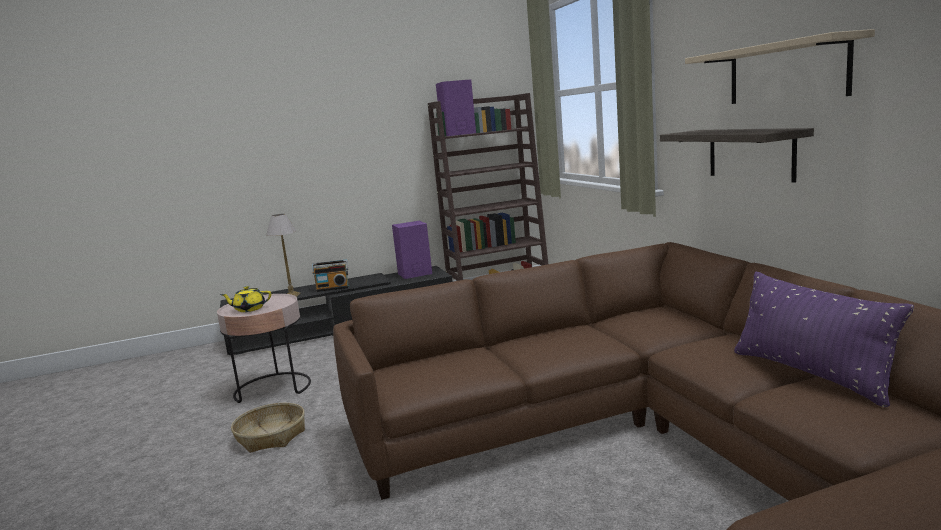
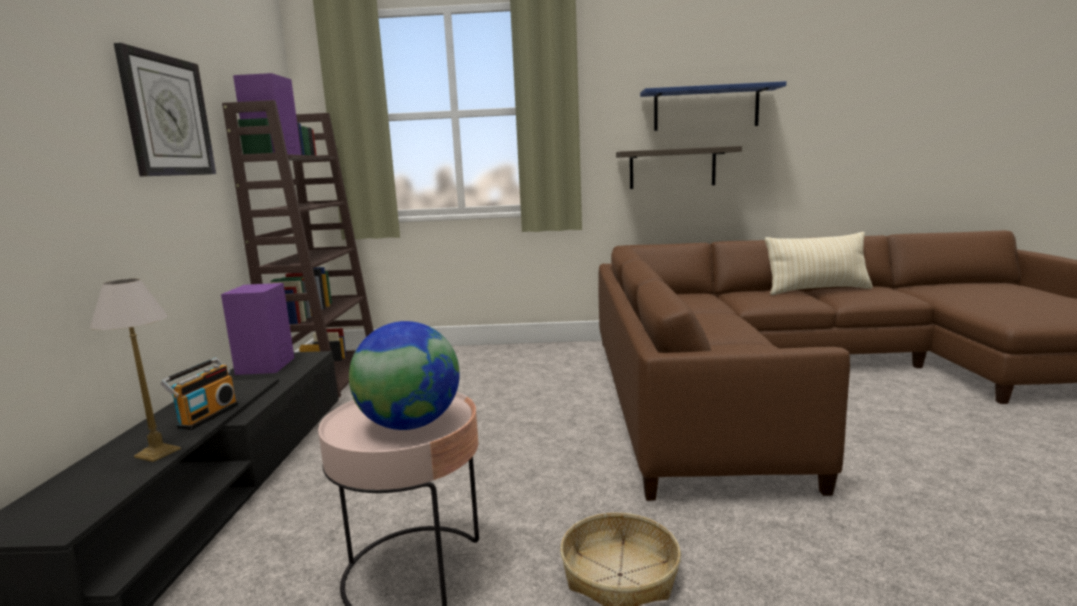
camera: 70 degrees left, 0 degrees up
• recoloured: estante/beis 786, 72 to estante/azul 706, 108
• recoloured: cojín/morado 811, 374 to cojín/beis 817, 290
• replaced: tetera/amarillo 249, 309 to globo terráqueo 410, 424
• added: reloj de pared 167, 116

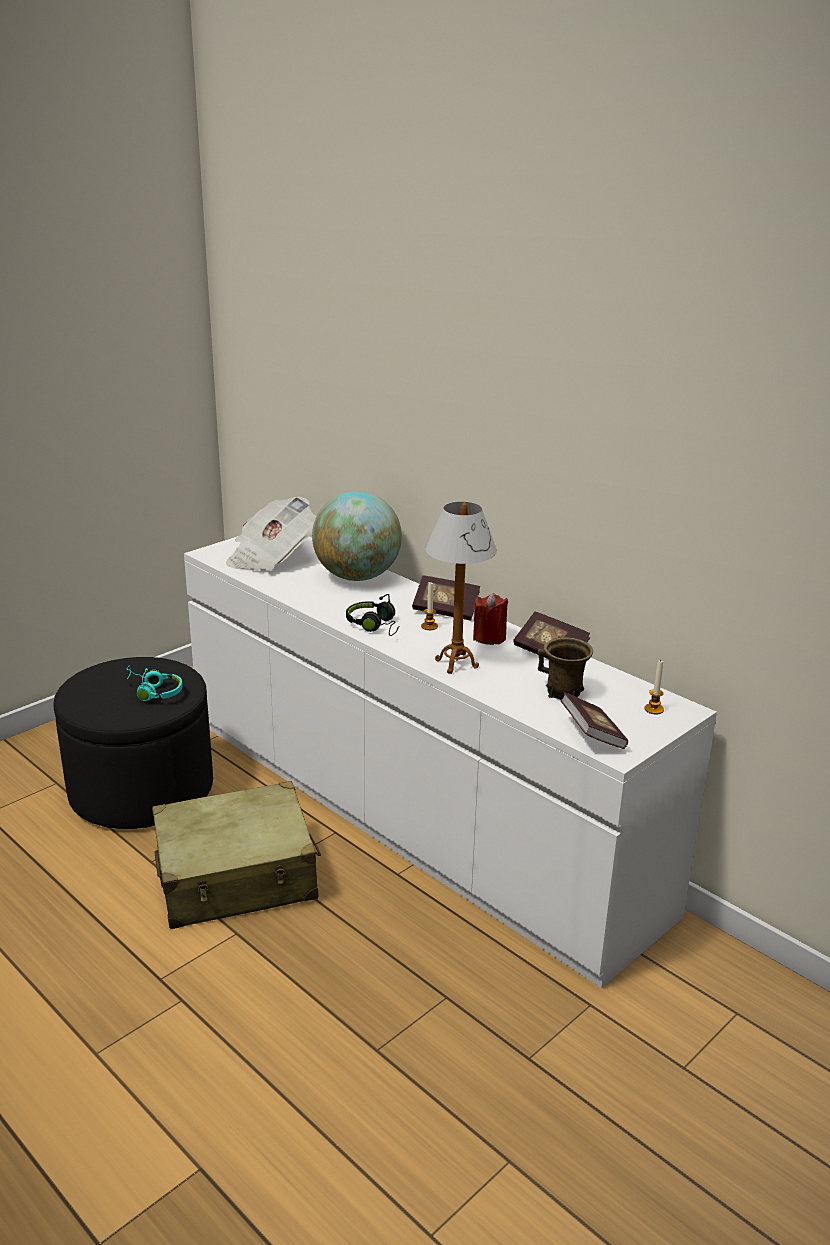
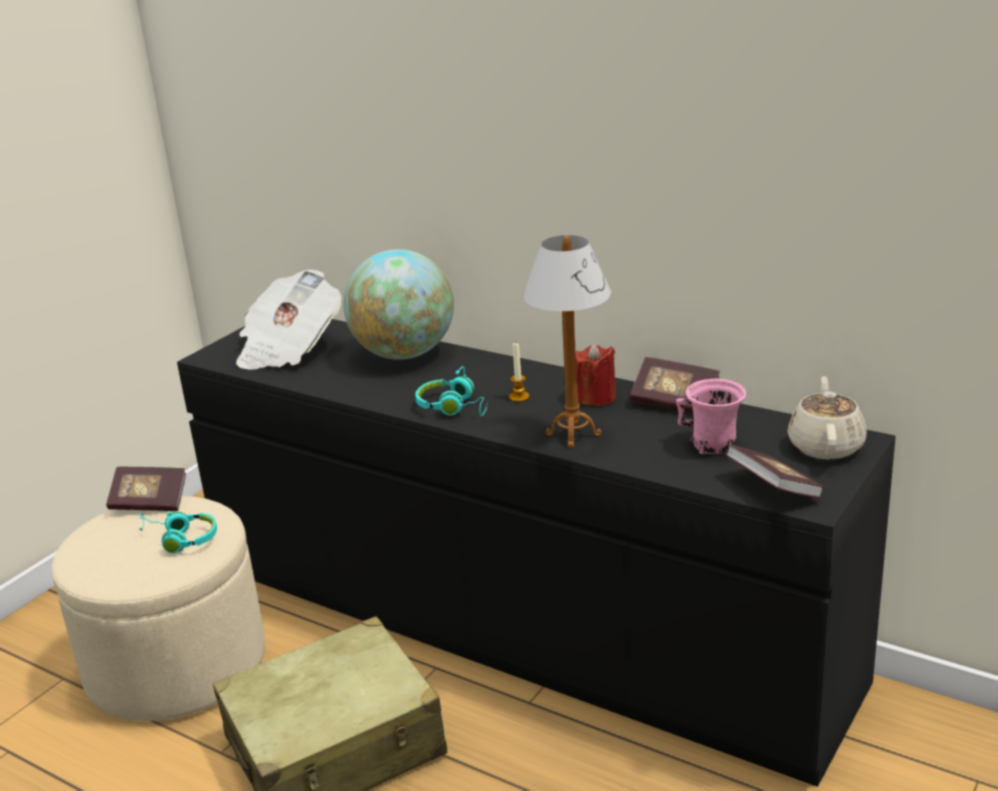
camera: 10 degrees left, 0 degrees up
• recoloured: cómoda/blanco 412, 810 to cómoda/negro 516, 622
• moved: libro 445, 610 to 149, 503
• recoloured: auriculares/negro 375, 626 to auriculares/turquesa 454, 407
• recoloured: taza grande/marrón 563, 692 to taza grande/rosa 714, 445
• recoloured: puf/negro 141, 789 to puf/beis 176, 664
• replaced: vela 654, 709 to tetera/beis 826, 446

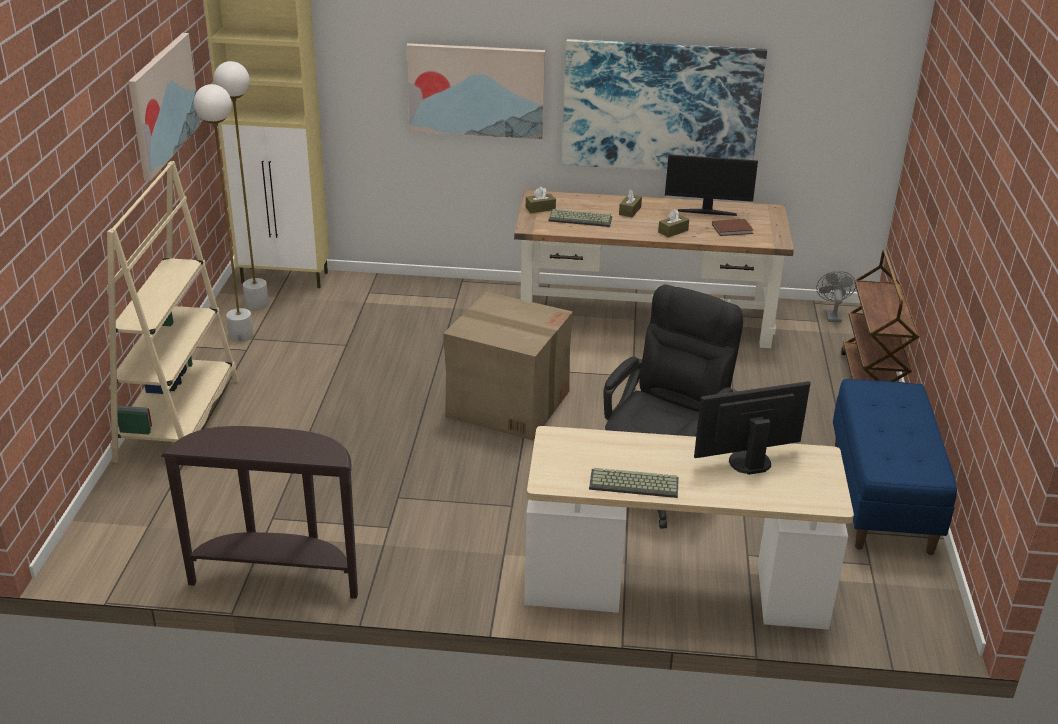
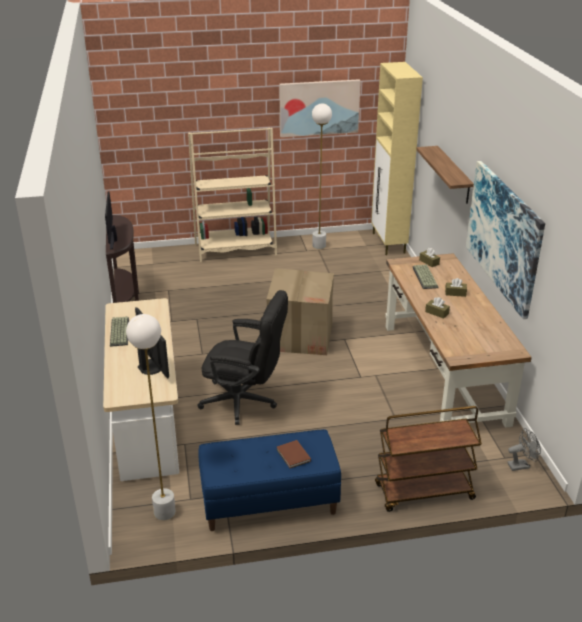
camera: 75 degrees right, 0 degrees up
• replaced: cuadro 476, 90 to estante 453, 175
• moved: lámpara de pie/blanco 257, 304 to 164, 512
• moved: monitor 707, 212 to 113, 240
• moved: libro/marrón 733, 229 to 293, 456

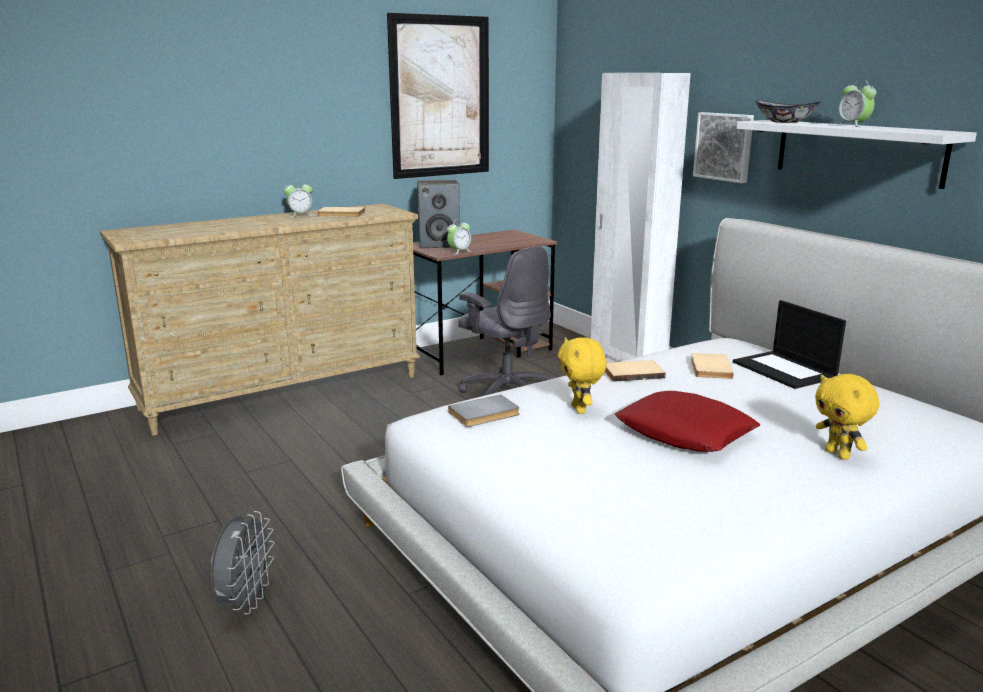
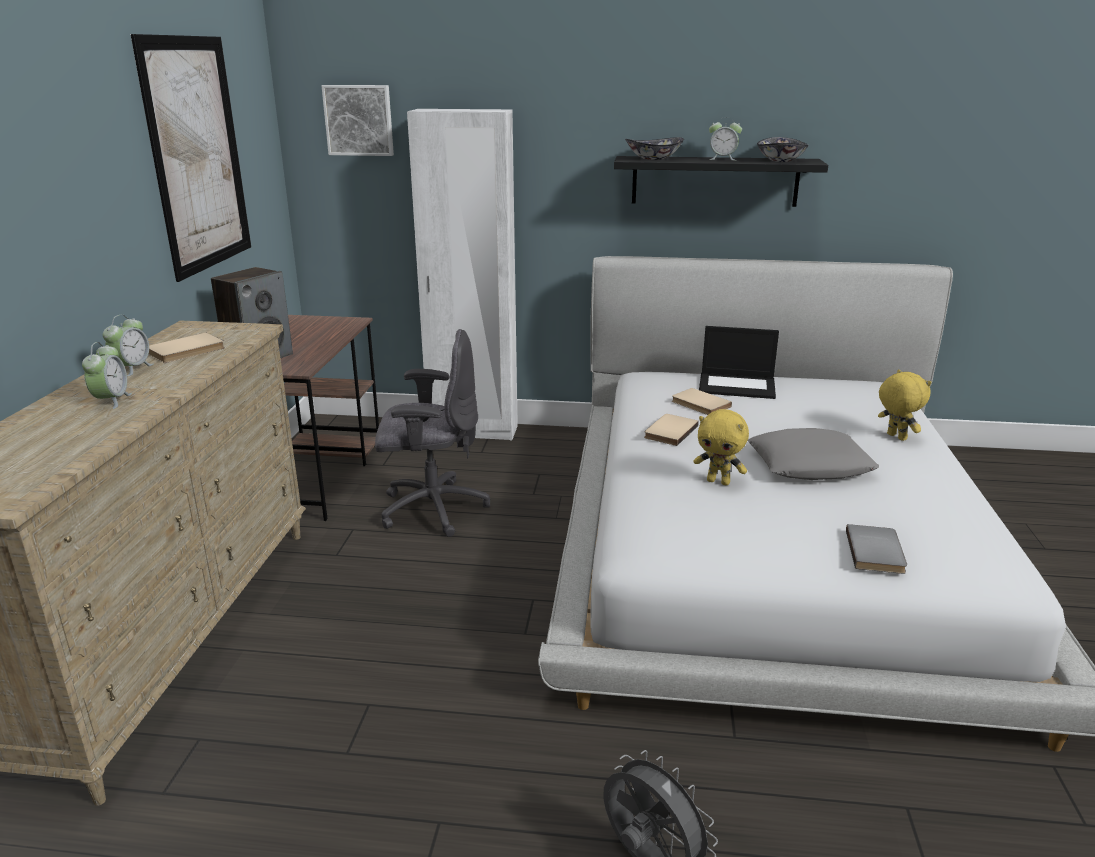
camera: 50 degrees left, 5 degrees up
• moved: cuadro 724, 146 to 359, 120
• recoloured: estante/blanco 857, 152 to estante/negro 714, 181
• moved: despertador 459, 251 to 111, 401
• turned: peluche/amarillo 838, 454 = 895, 437 135 degrees counterclockwise
• recoloured: cojín/rojo 685, 432 to cojín/gris 810, 464
• moved: libro/gris 485, 414 to 877, 552
• added: cuenco 781, 160

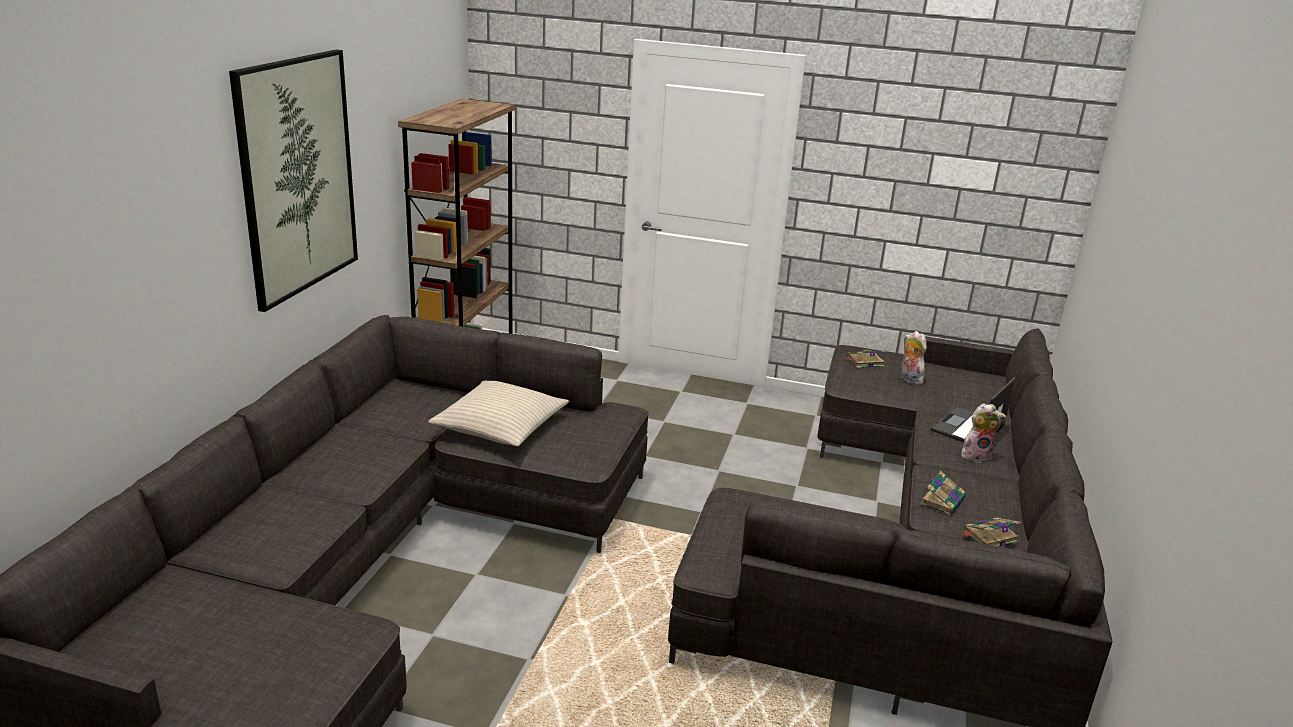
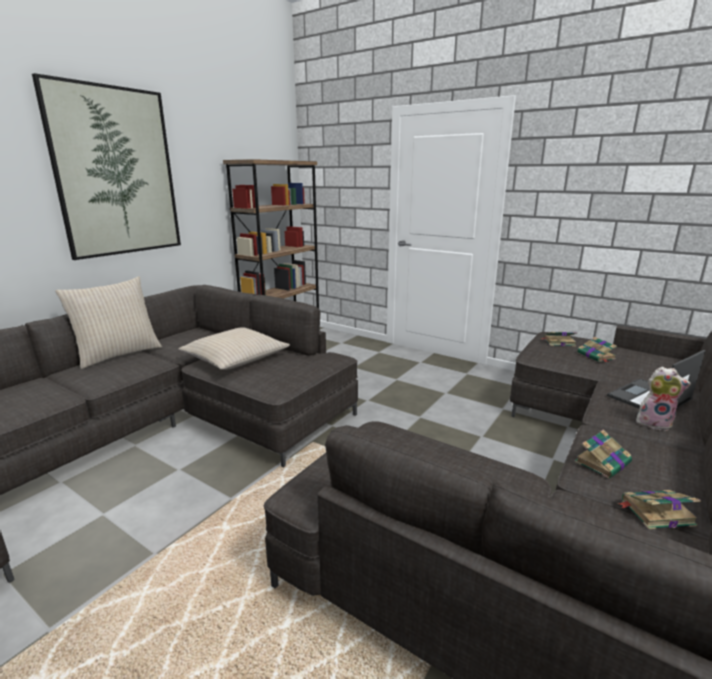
camera: 20 degrees right, 5 degrees down
• replaced: peluche 908, 379 to libro 596, 356
• added: cojín/beis 118, 354

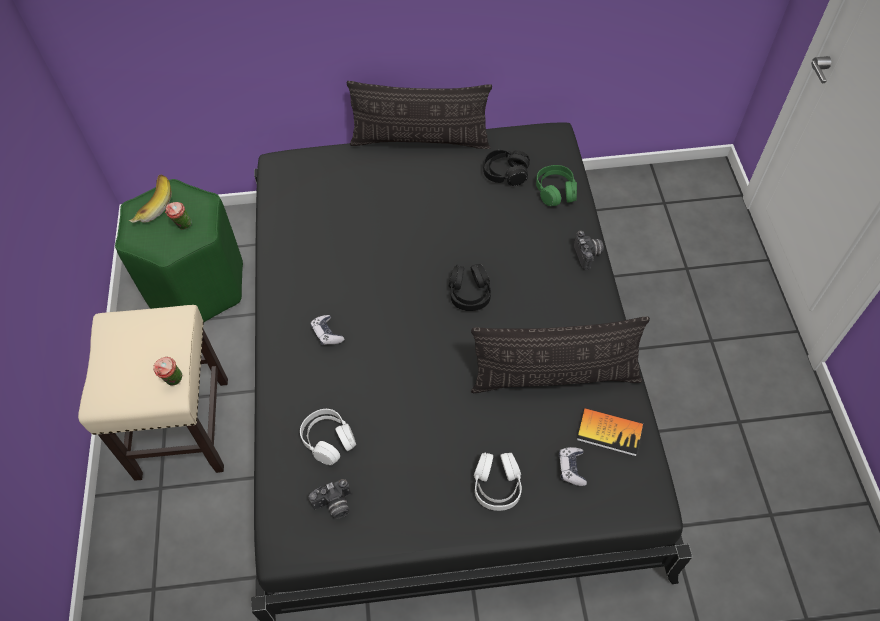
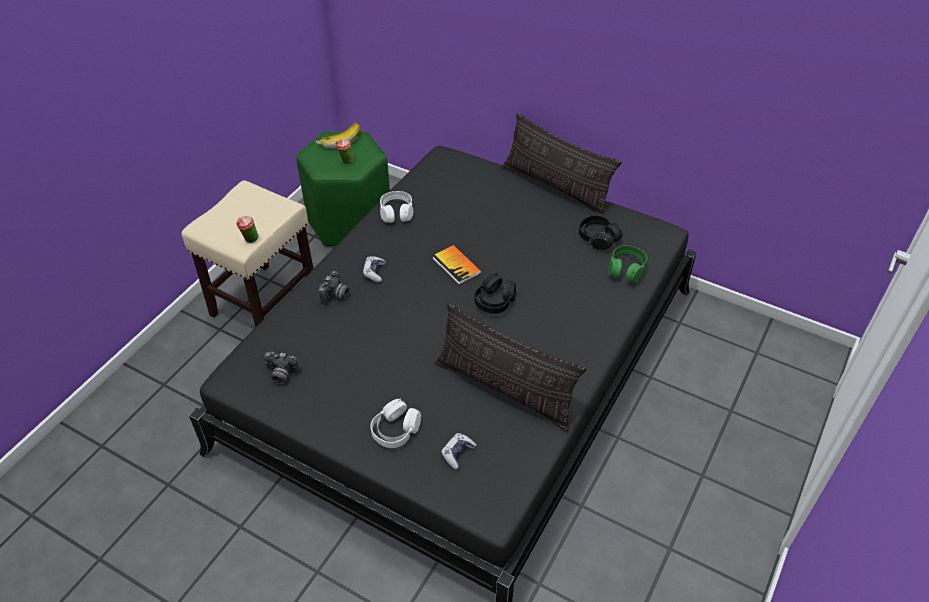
camera: 35 degrees right, 10 degrees down
• moved: cámara 588, 255 to 336, 296
• moved: libro 609, 432 to 456, 265
• moved: auriculares/blanco 328, 440 to 396, 212

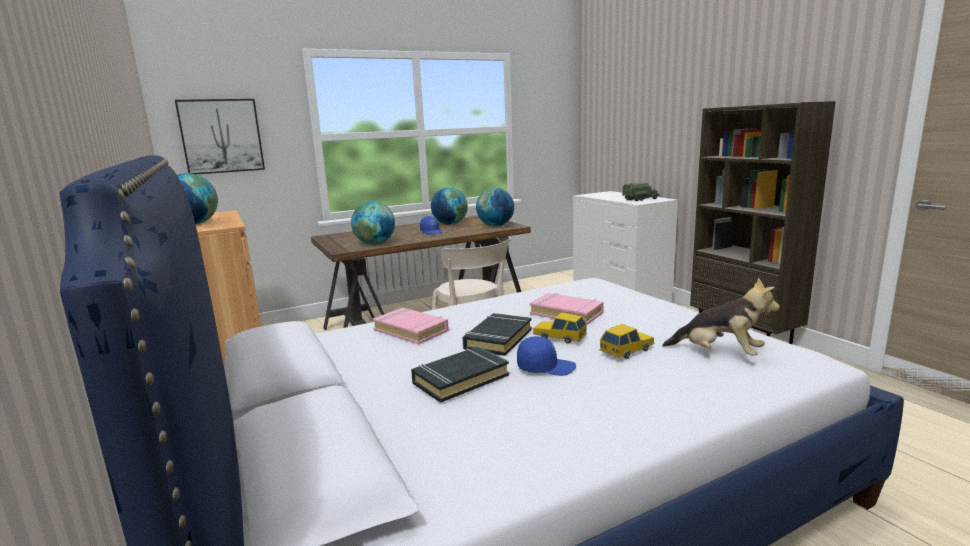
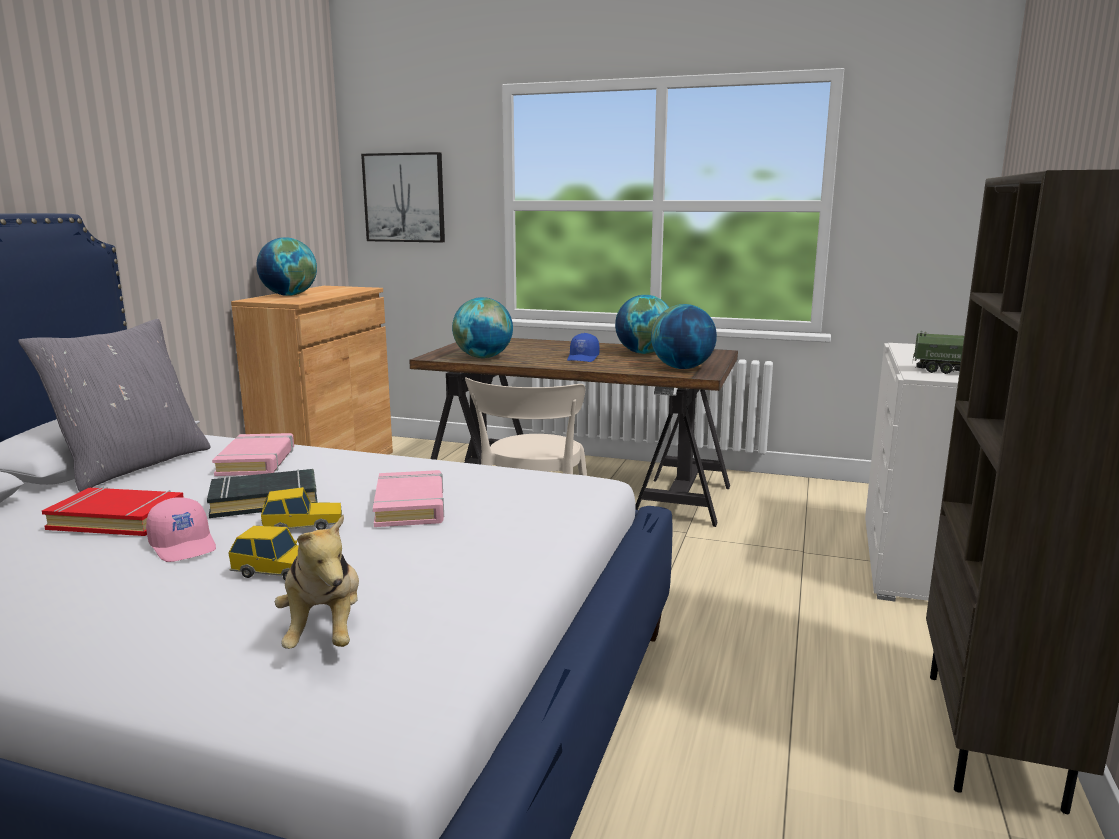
camera: 45 degrees right, 0 degrees up
• turned: coche de juguete 559, 337 = 303, 525 90 degrees clockwise
• recoloured: gorra/azul 545, 367 to gorra/rosa 184, 546
• recoloured: libro/negro 460, 379 to libro/rojo 118, 519
• added: cojín/gris 133, 465

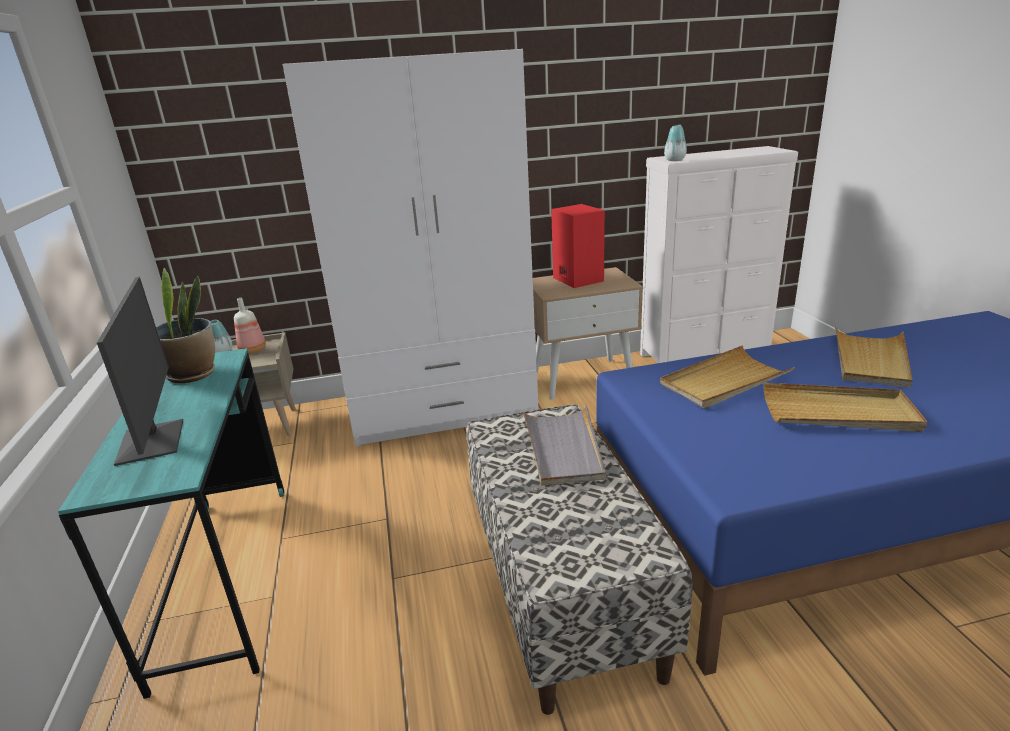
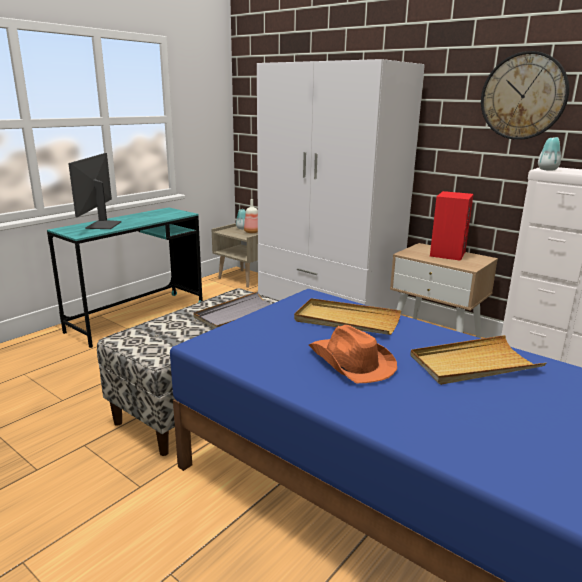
camera: 50 degrees right, 5 degrees down
• removed: planta en maceta 193, 374
• turned: monitor 153, 441 = 102, 225 150 degrees clockwise
• replaced: bandeja/beis 839, 412 to sombrero/naranja 350, 362
• added: reloj de pared 523, 96

